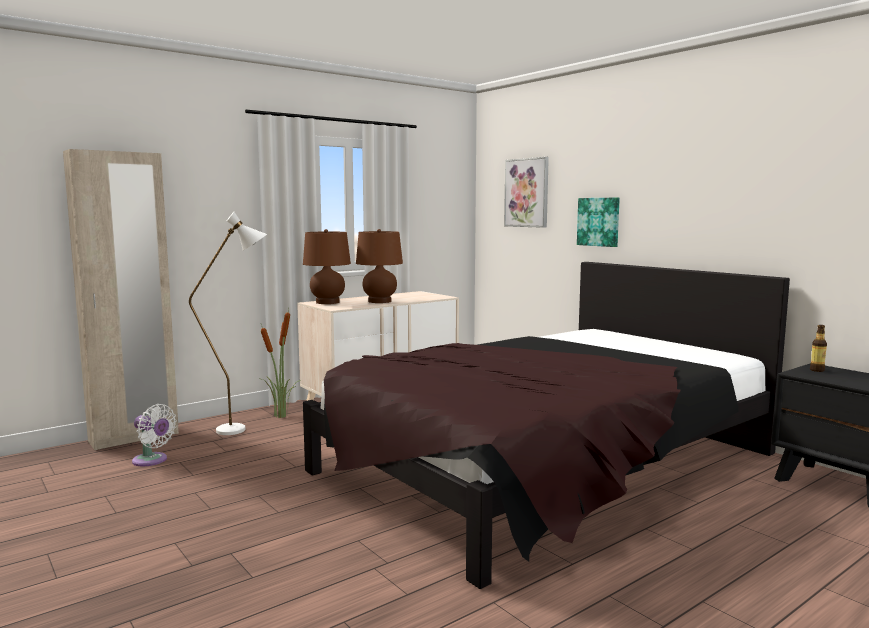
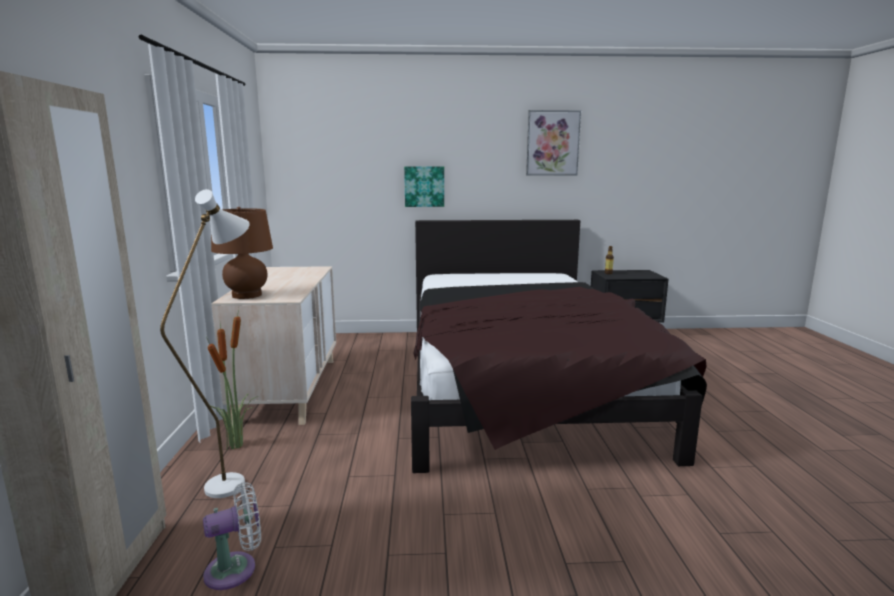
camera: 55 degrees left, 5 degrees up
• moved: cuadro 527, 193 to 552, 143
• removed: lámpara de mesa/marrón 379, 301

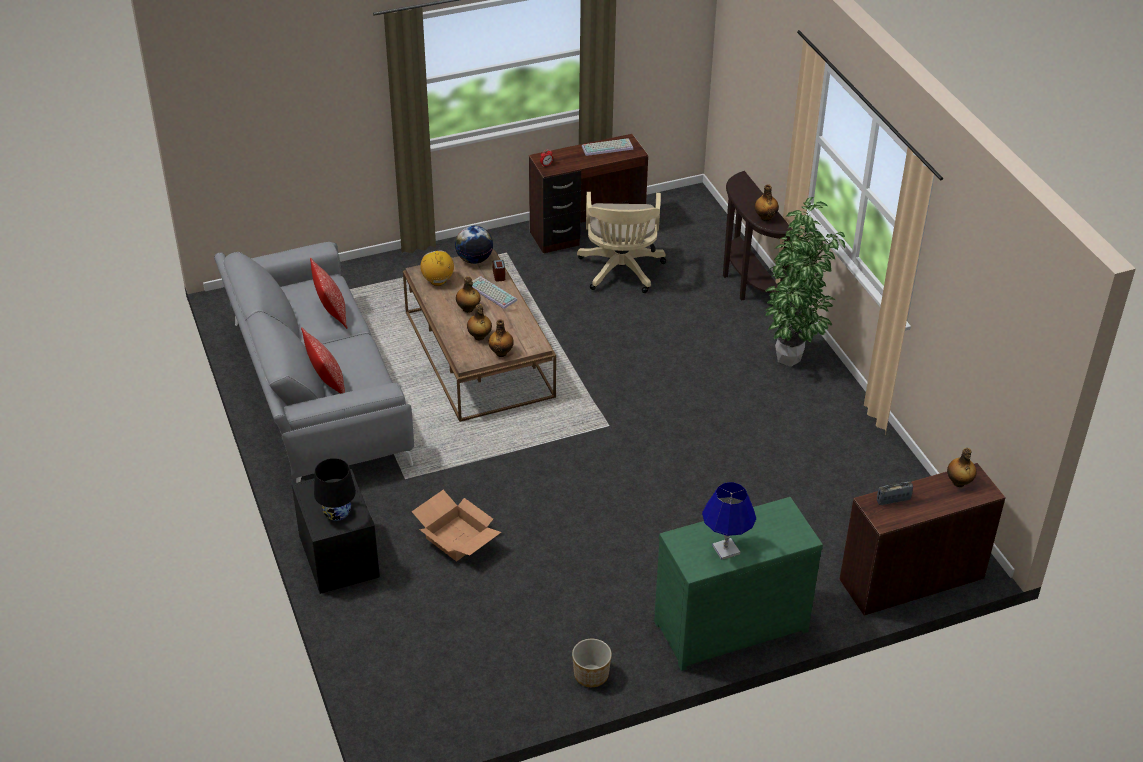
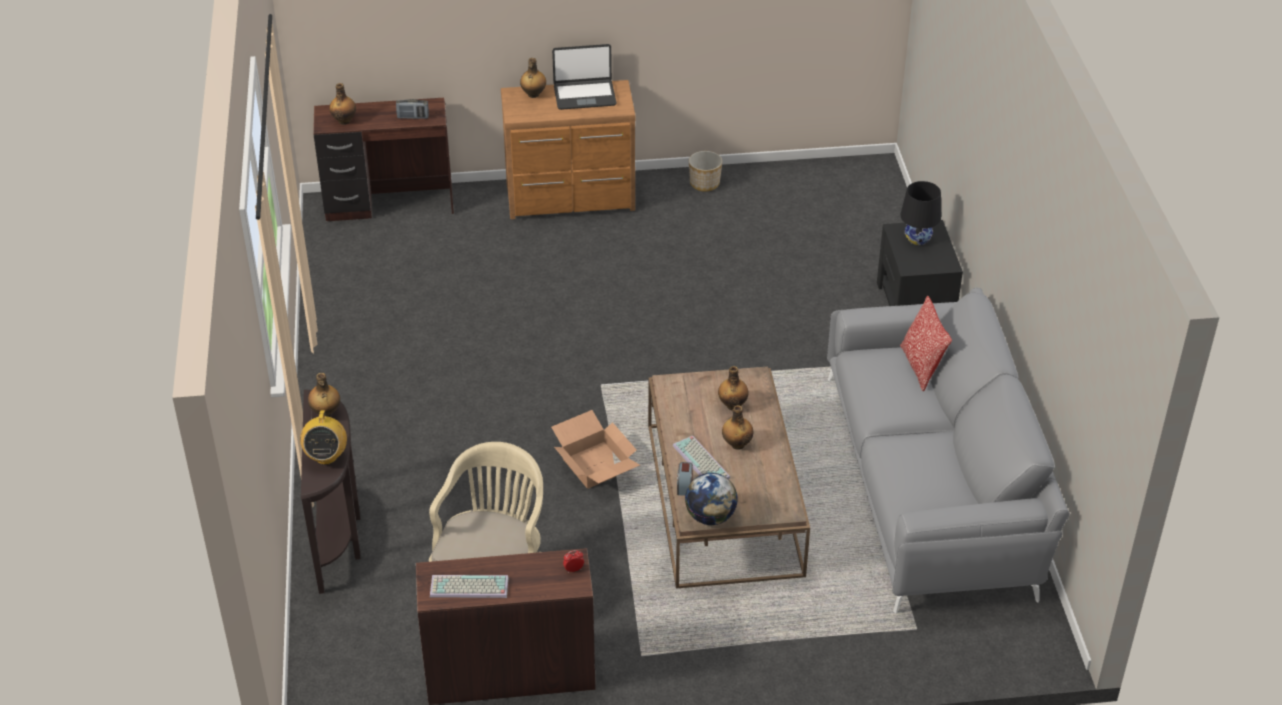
camera: 165 degrees left, 0 degrees up
• removed: planta en maceta 791, 360
• moved: radio 438, 281 to 326, 456
• removed: cojín 331, 313
• moved: botella 501, 353 to 533, 94
• replaced: lámpara de mesa/azul 725, 549 to portátil 584, 95
• moved: caja de cartón 455, 538 to 597, 465
• recoloured: cómoda/verde 728, 623 to cómoda/marrón 571, 198

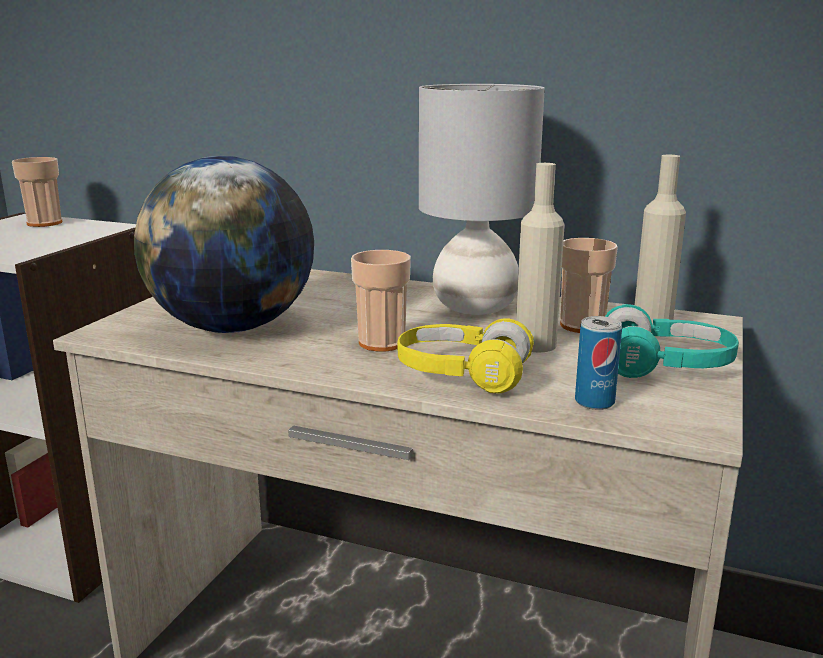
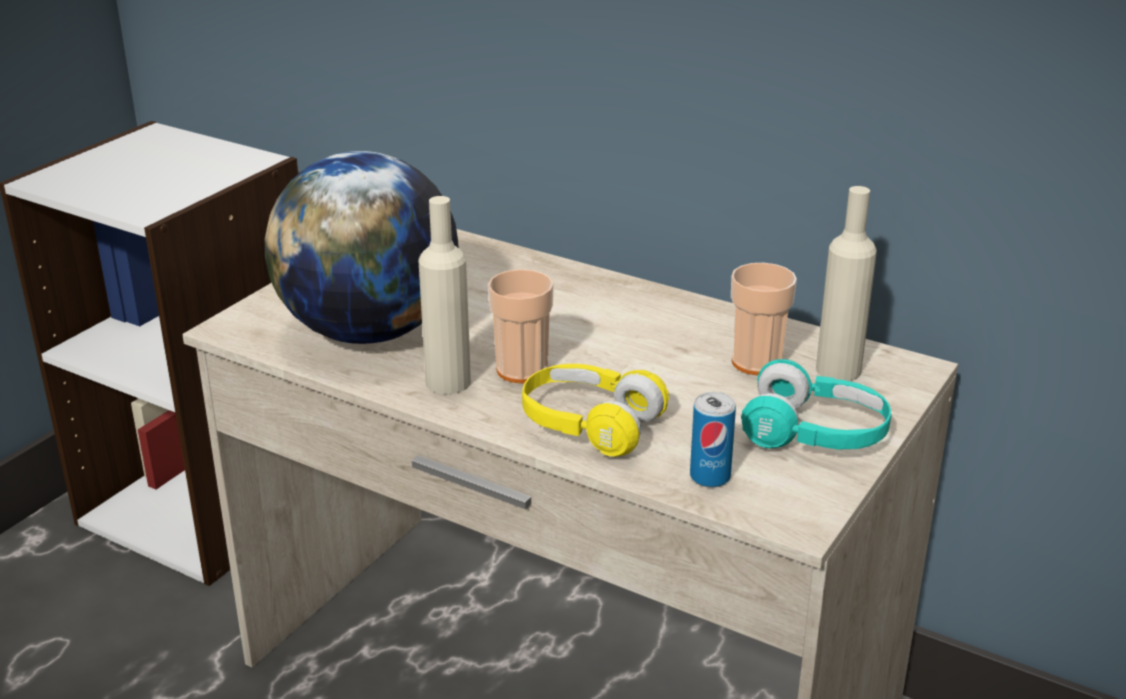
camera: 10 degrees right, 10 degrees up
• removed: lámpara de mesa/gris 474, 307
• removed: taza 44, 223
• moved: botella/beis 535, 344 to 448, 382

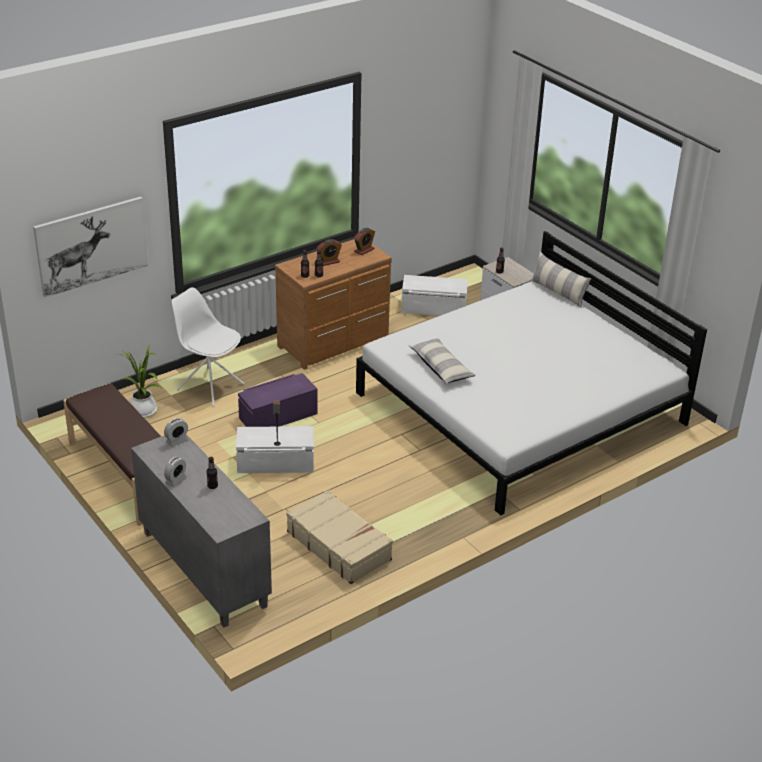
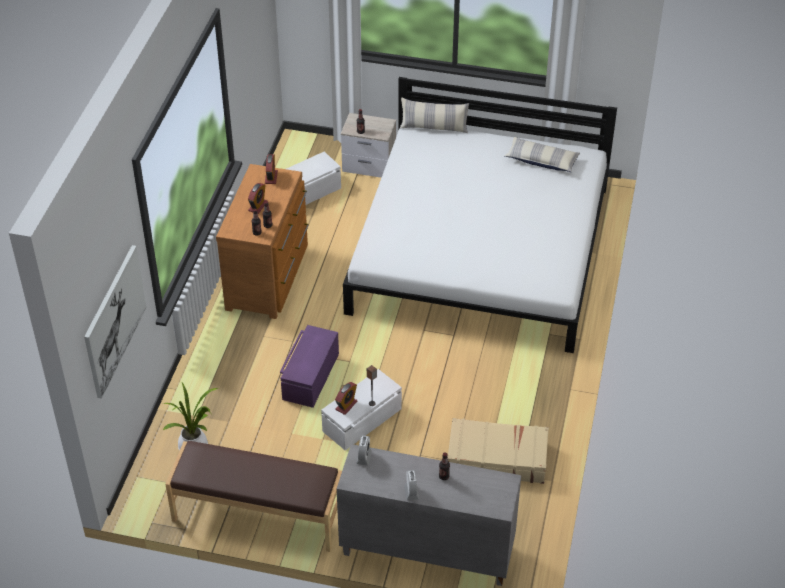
camera: 40 degrees left, 10 degrees up
• removed: silla/blanco 209, 386
• moved: cojín 441, 367 to 541, 161
• added: despertador 346, 405

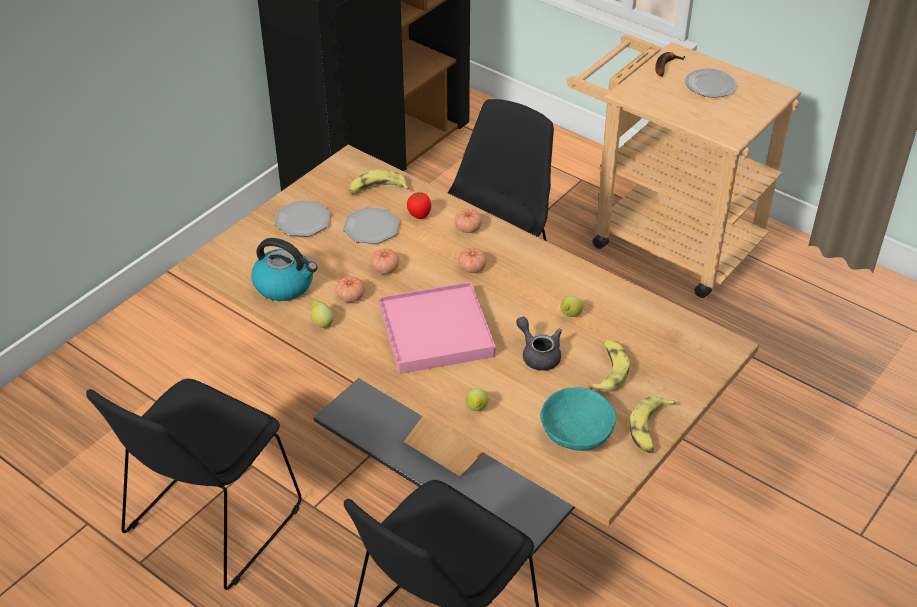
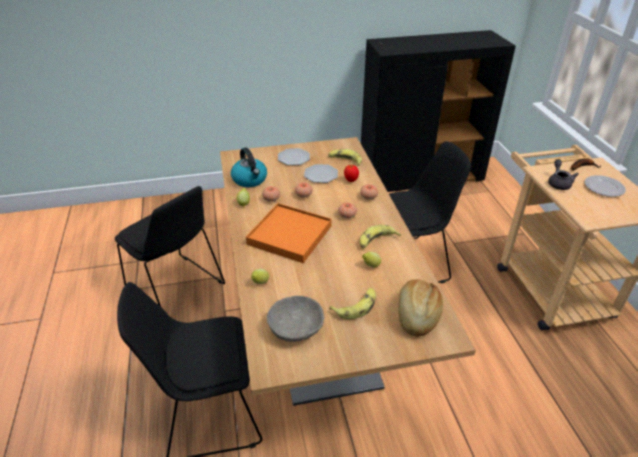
camera: 40 degrees right, 5 degrees down
• recoloured: bandeja/rosa 435, 331 to bandeja/naranja 289, 235
• moved: tetera/gris 538, 354 to 559, 183
• turned: silla/negro 210, 524 = 177, 290 120 degrees counterclockwise
• recoloured: cuenco/turquesa 576, 432 to cuenco/gris 295, 328
• moved: plátano 650, 429 to 376, 241
• added: pan 416, 315

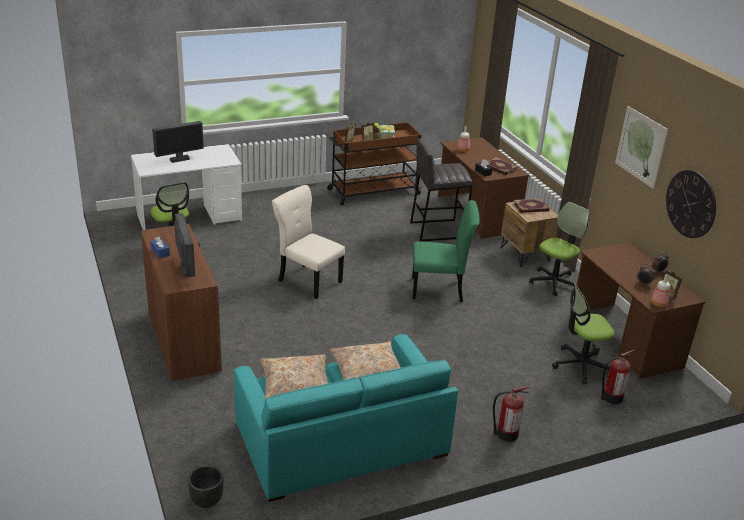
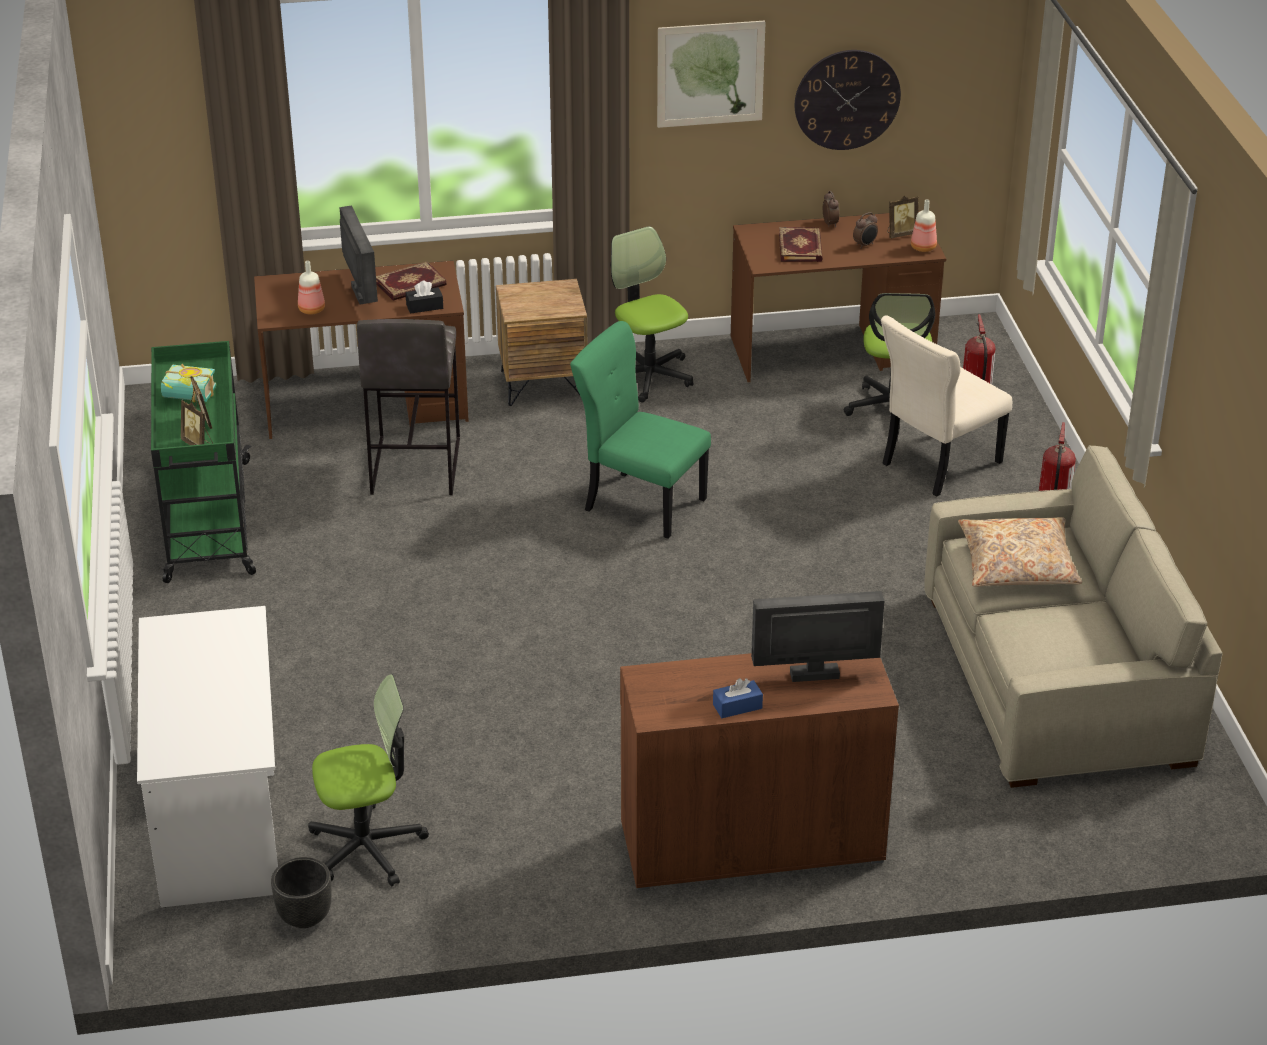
camera: 75 degrees left, 5 degrees up
• moved: monitor 179, 159 to 360, 294
• recoloured: carrito/marrón 372, 192 to carrito/verde 207, 522
• moved: silla/beis 308, 280 to 937, 464
• moved: libro 531, 207 to 801, 247
• turned: silla/verde 439, 290 = 641, 503 75 degrees counterclockwise
• recoloured: sofá/turquesa 340, 440 to sofá/beis 1059, 677
• removed: cojín/beis 296, 386
• moved: maceta/negro 206, 500 to 304, 916

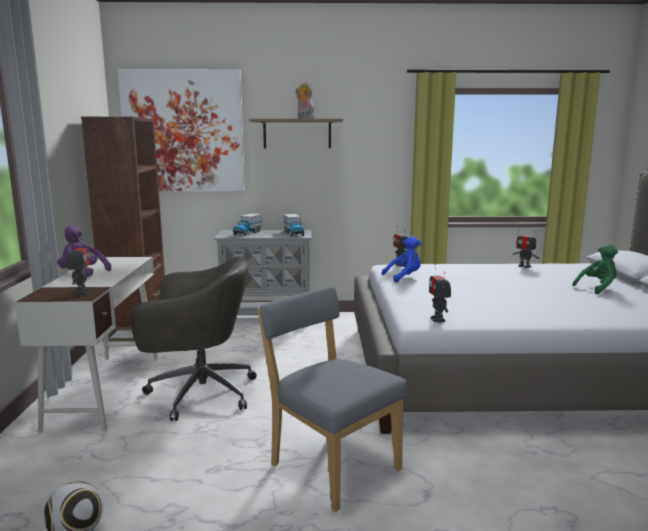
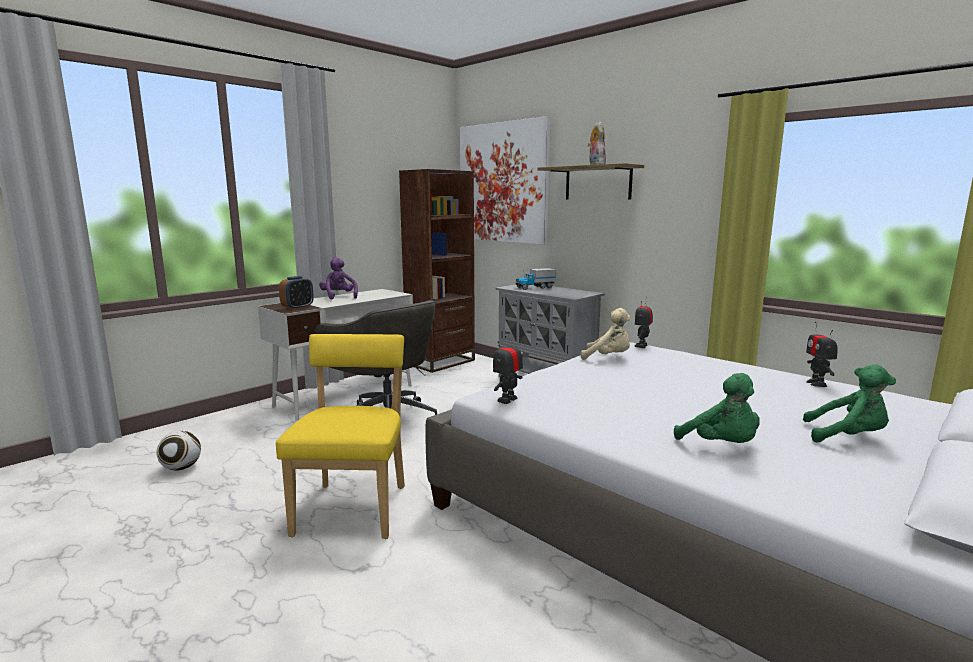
camera: 45 degrees right, 0 degrees up
• removed: camión de juguete 294, 233
• recoloured: peluche/azul 404, 277 to peluche/beis 608, 358
• replaced: robot de juguete 82, 292 to despertador 297, 308
• recoloured: silla/gris 331, 465 to silla/amarillo 354, 507
• added: peluche/verde 721, 446

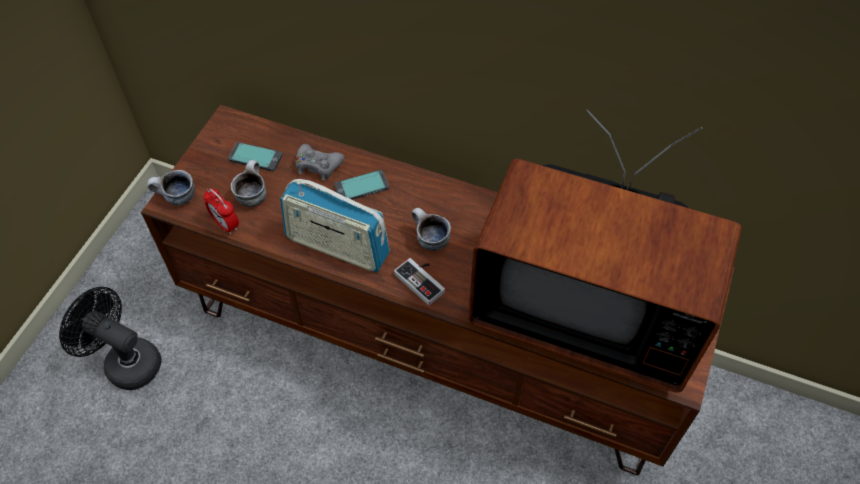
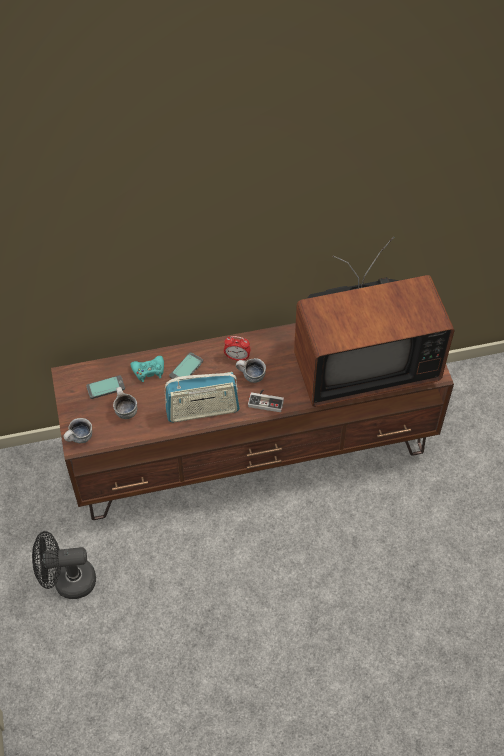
camera: 35 degrees left, 0 degrees up
• recoloured: mando de consola/gris 318, 165 to mando de consola/turquesa 149, 371
• moved: despertador 226, 224 to 237, 357

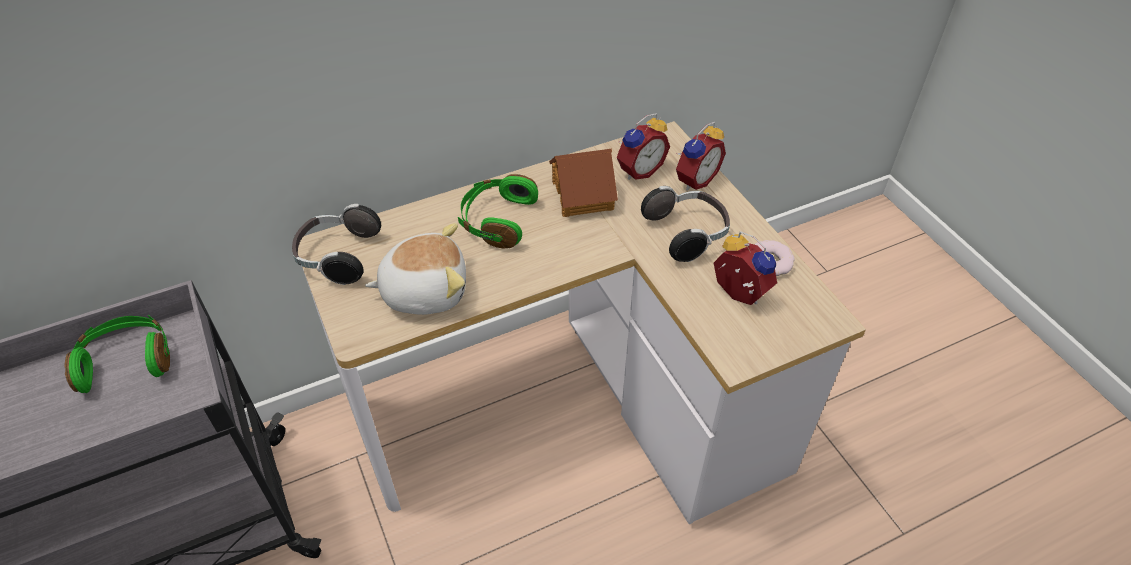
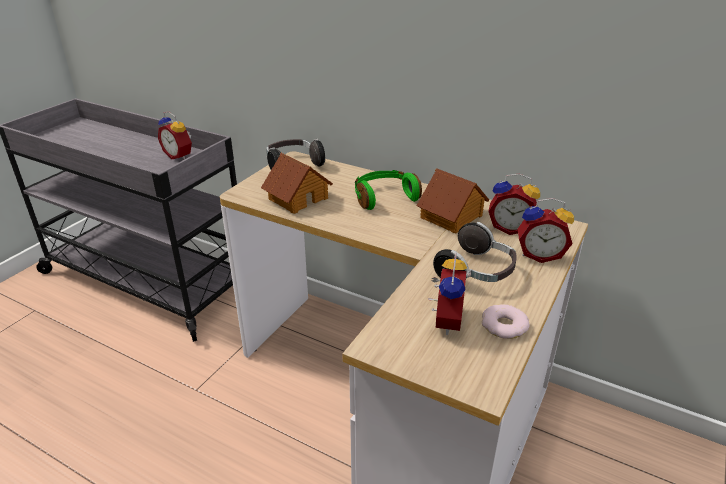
camera: 55 degrees right, 15 degrees down
• replaced: peluche 424, 290 to casita 297, 198
• replaced: auriculares/verde 127, 361 to despertador 180, 156

